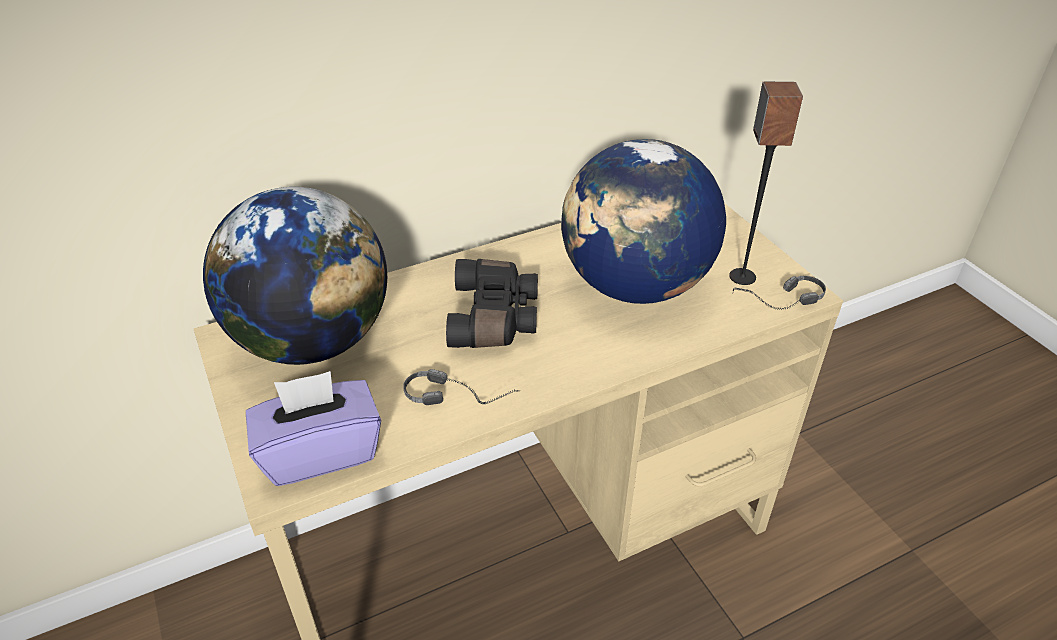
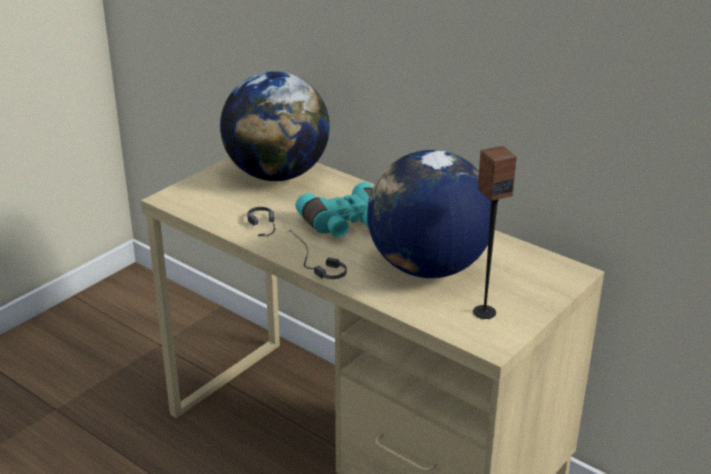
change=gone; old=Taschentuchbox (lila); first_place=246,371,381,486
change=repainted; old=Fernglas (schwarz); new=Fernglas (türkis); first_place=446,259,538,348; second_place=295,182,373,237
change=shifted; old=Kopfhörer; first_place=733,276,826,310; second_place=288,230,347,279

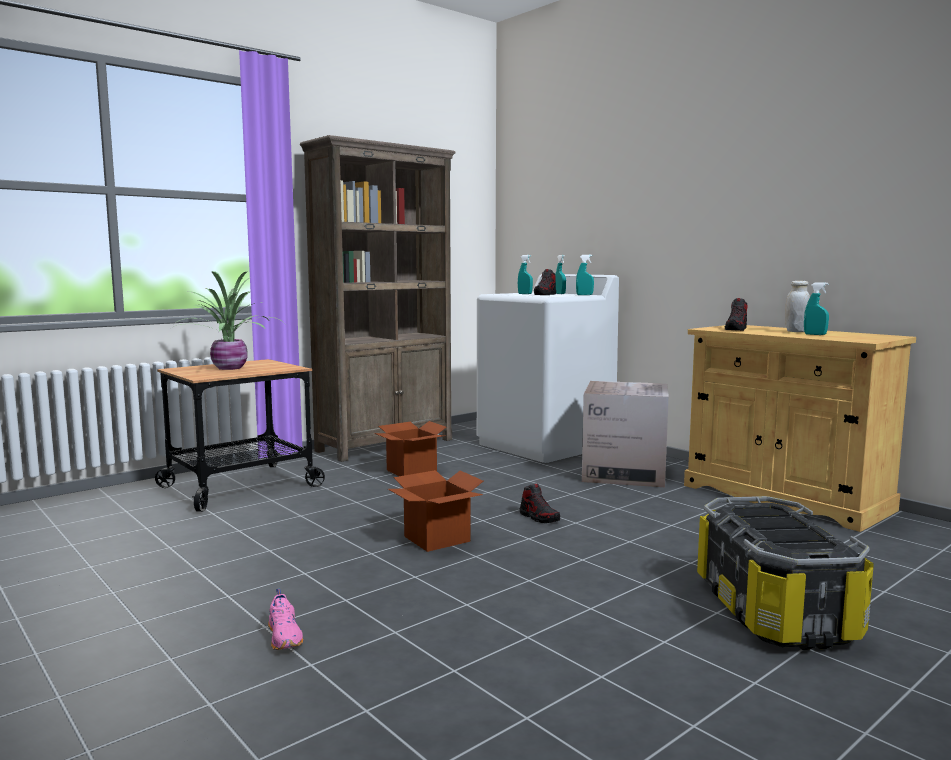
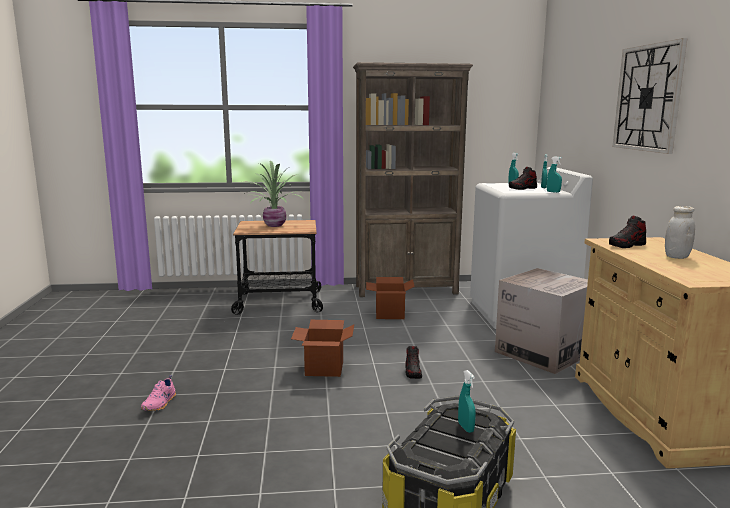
change=shifted; old=Sprühflasche (türkis); first_place=804,282,829,335; second_place=458,370,476,433
change=new; new=Wanduhr; second_place=613,38,687,154

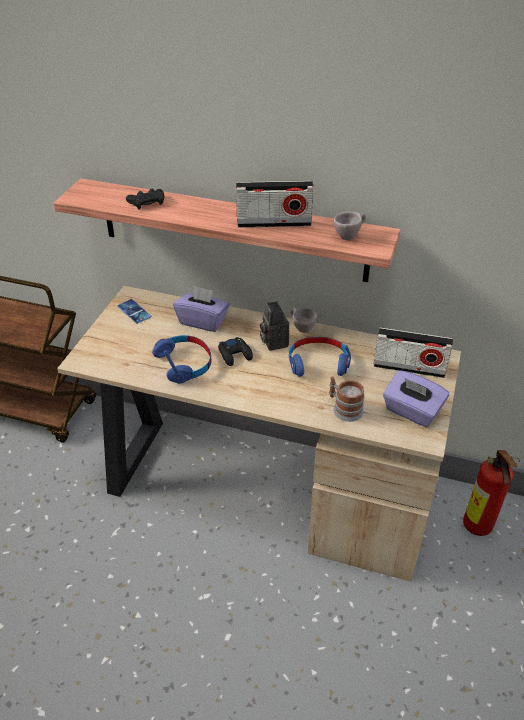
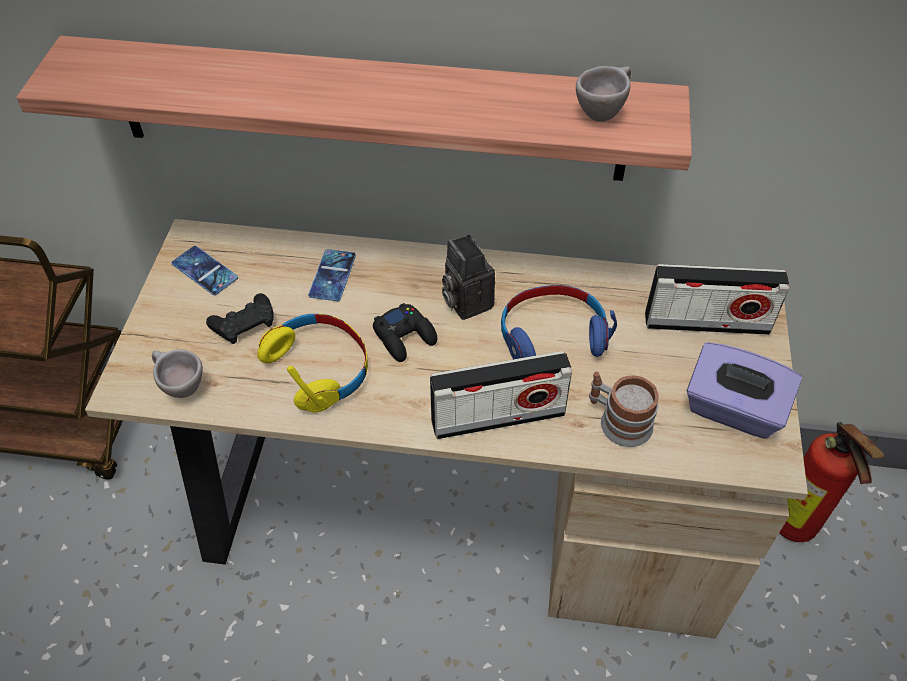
change=shifted; old=Gamepad (schwarz); first_place=126,189,164,209; second_place=206,293,274,344
change=repainted; old=Kopfhörer (blau); new=Kopfhörer (gelb); first_place=152,335,211,384; second_place=257,314,368,412
change=swapped; old=Taschentuchbox (lila); new=Handy; first_place=173,286,229,332; second_place=308,249,356,301
change=shifted; old=Radio; first_place=236,181,314,228; second_place=430,351,572,439
change=shifted; old=Tasse (beige); first_place=290,307,317,333; second_place=152,349,203,398

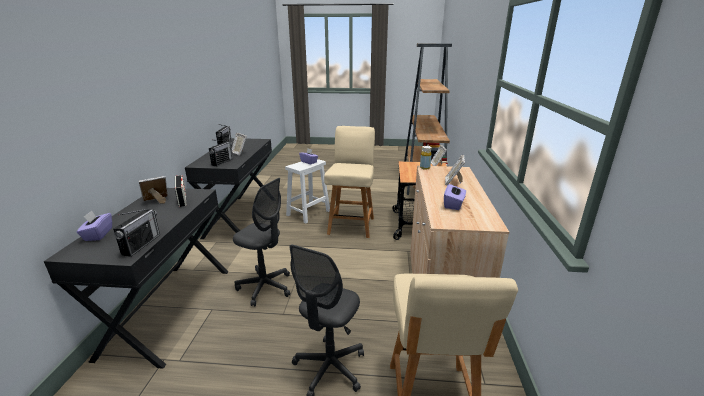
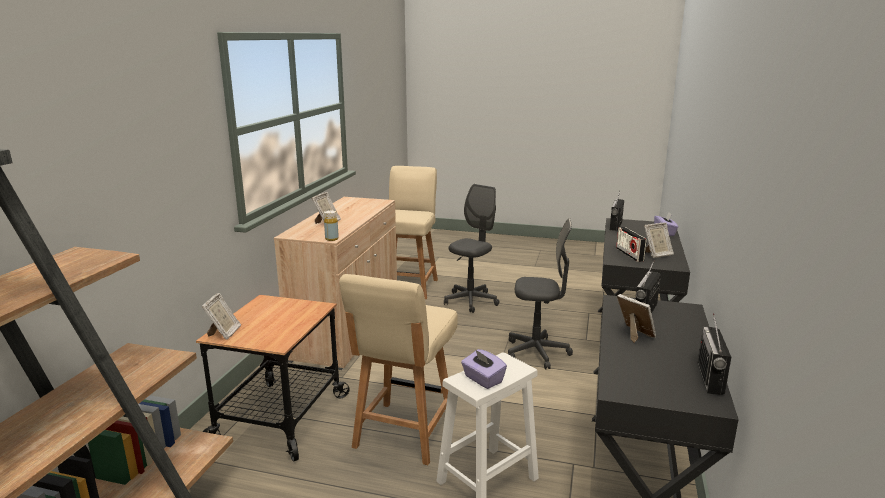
change=rotated; old=Bürostuhl (grau); first_place=233,178,291,306; second_place=508,218,573,369; degrees=150
change=gone; old=Taschentuchbox (lila); first_place=444,184,466,210

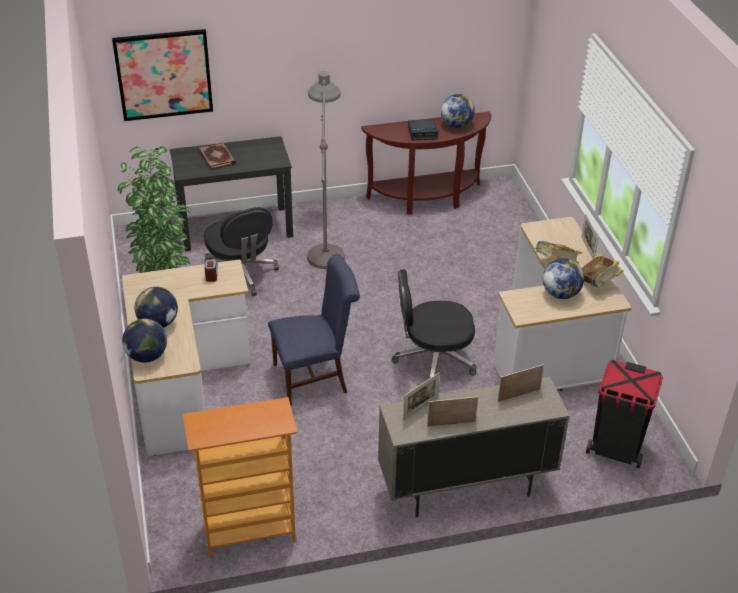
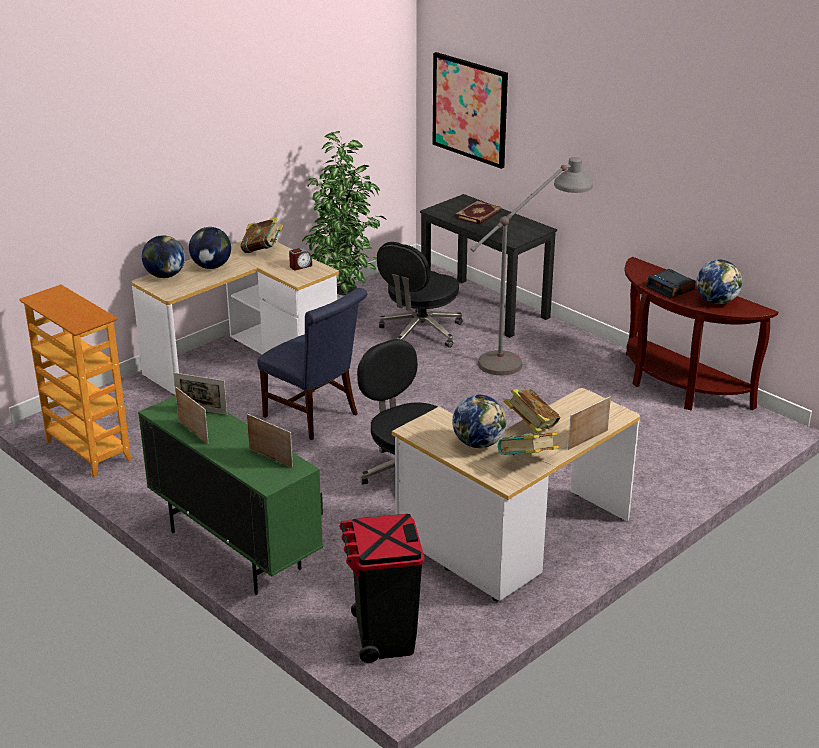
change=repainted; old=Schrank (beige); new=Schrank (grün); first_place=378,377,570,517; second_place=138,396,323,595
change=new; new=Buch; second_place=240,217,283,253

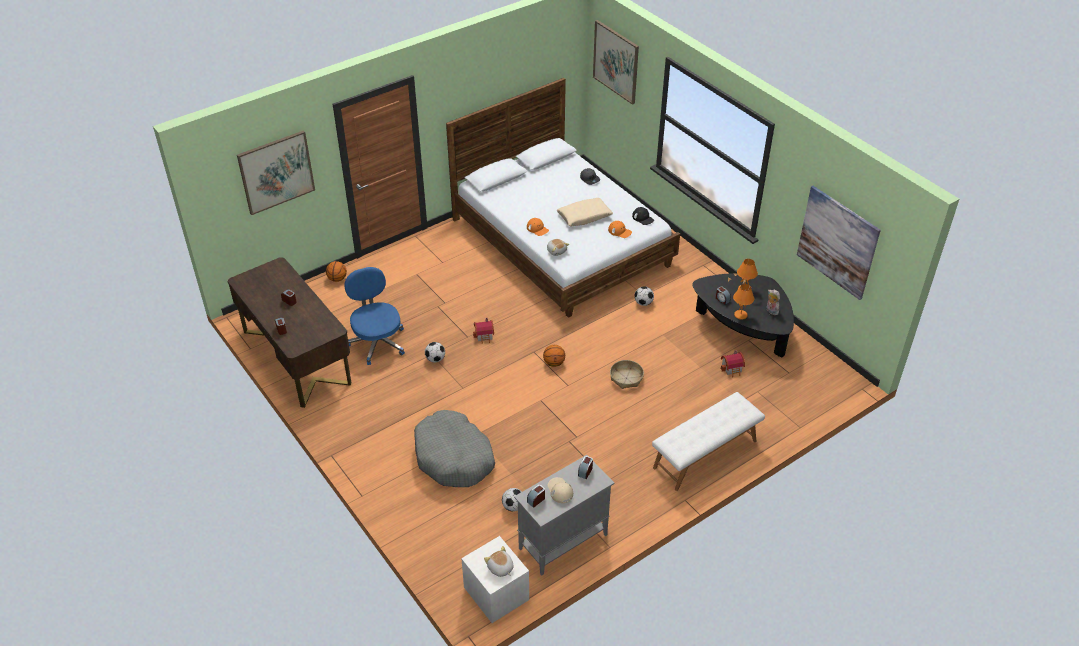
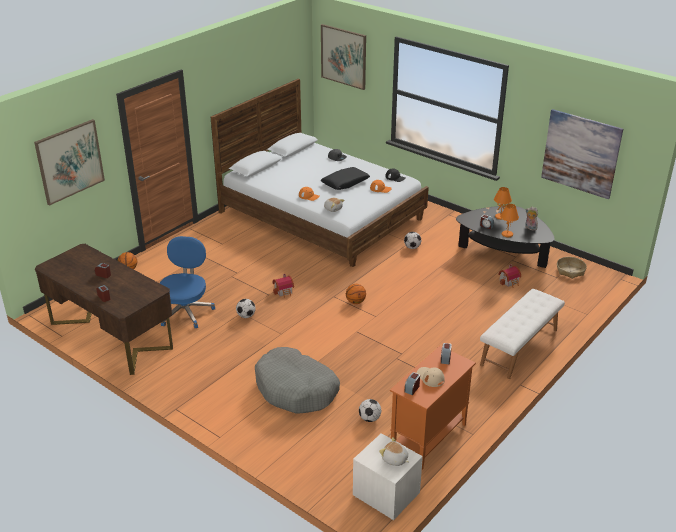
change=rotated; old=Bürostuhl (blau); first_place=344,267,405,365; second_place=160,236,215,328; degrees=45
change=repainted; old=Schrank (grau); new=Schrank (orange); first_place=514,455,614,576; second_place=390,346,476,470
change=repainted; old=Kissen (beige); new=Kissen (schwarz); first_place=557,198,613,226; second_place=321,167,370,190
change=shifted; old=Korb; first_place=610,360,644,389; second_place=557,257,587,279

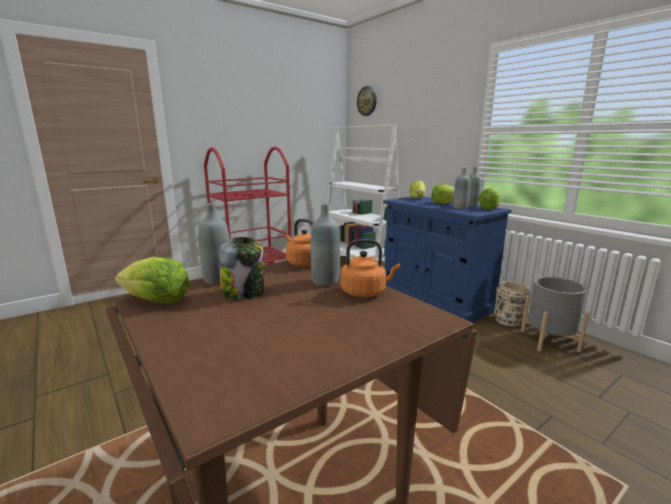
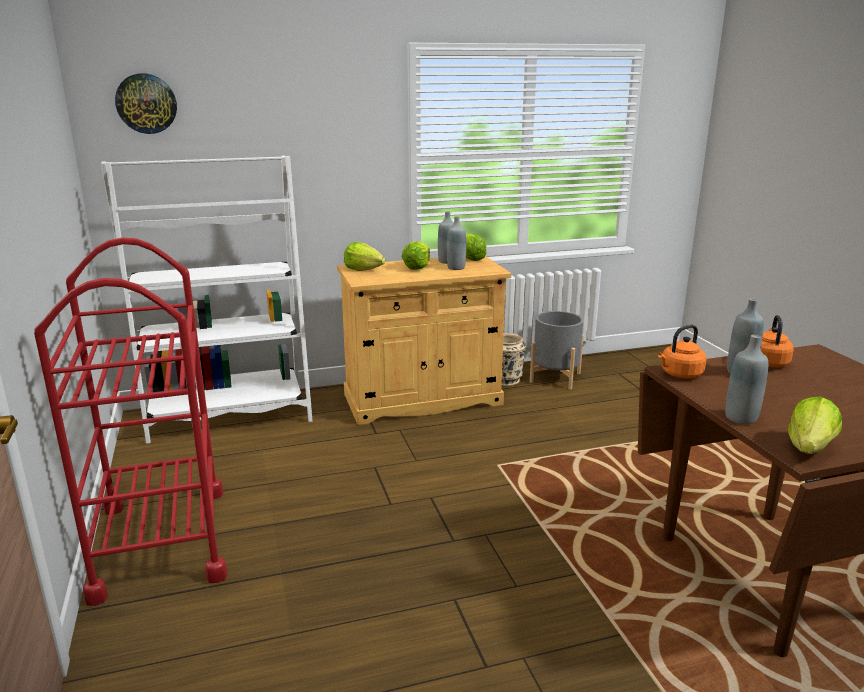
change=gone; old=Vorratsglas; first_place=219,237,264,299
change=repainted; old=Schrank (blau); new=Schrank (beige); first_place=383,196,512,323; second_place=337,256,511,425

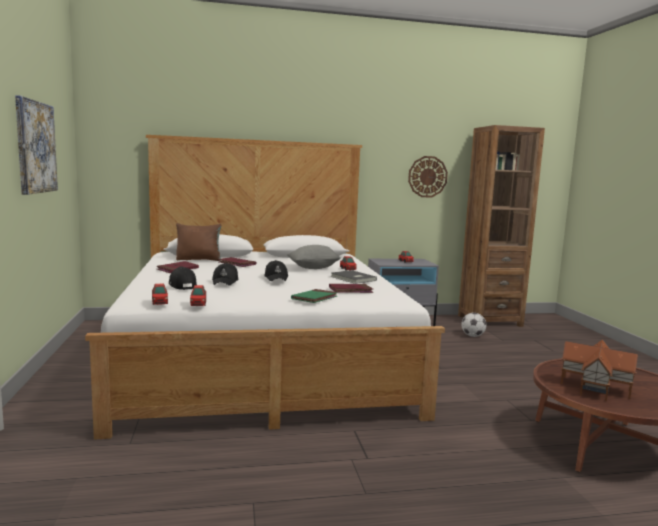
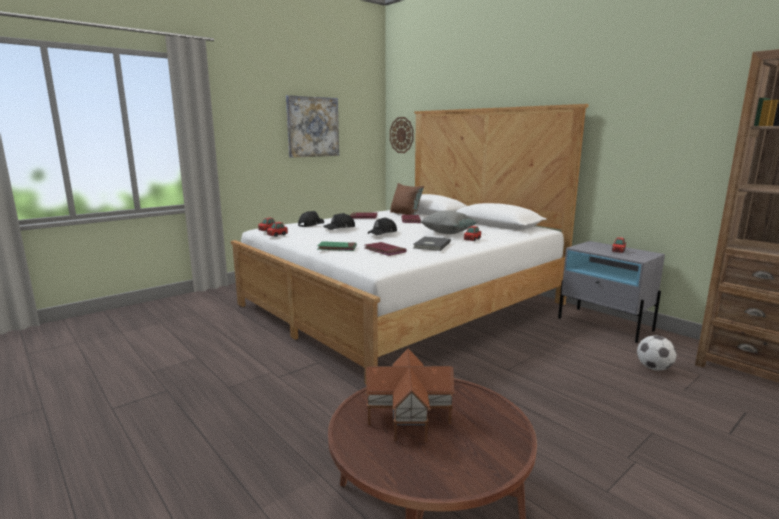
change=shifted; old=Wanduhr; first_place=408,156,448,198; second_place=390,117,414,153

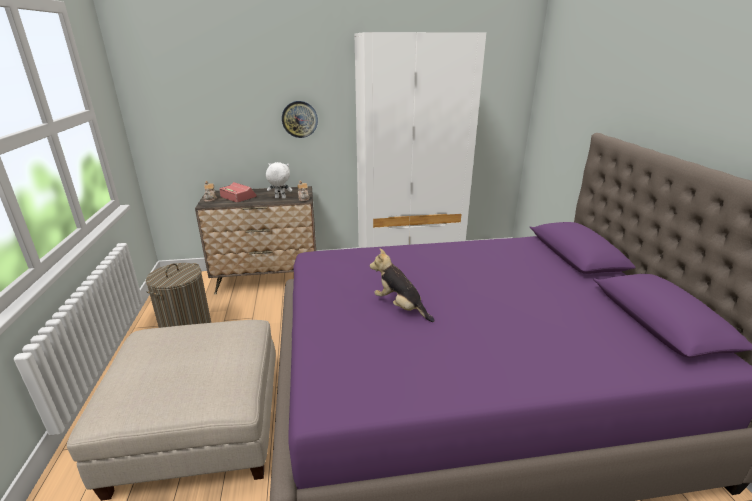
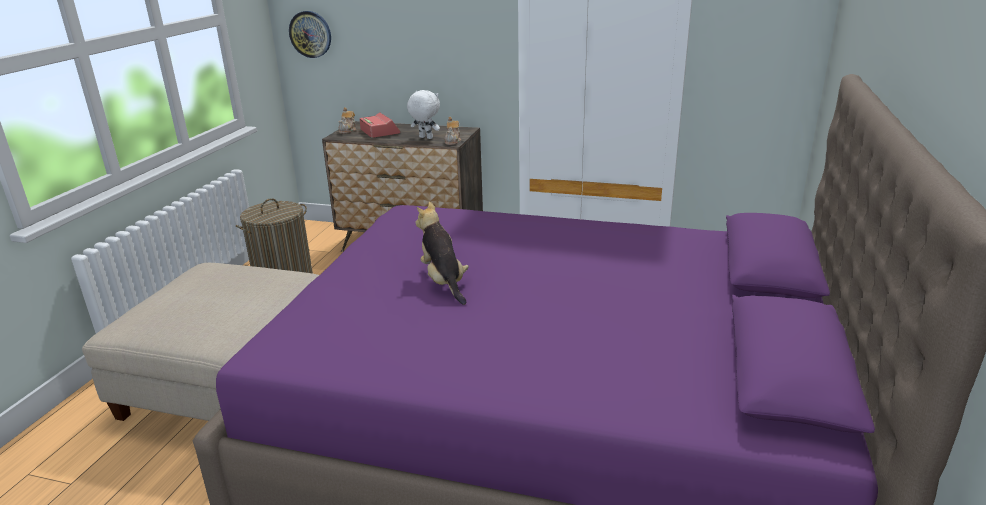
change=shifted; old=Wanduhr; first_place=282,101,318,138; second_place=289,11,331,58

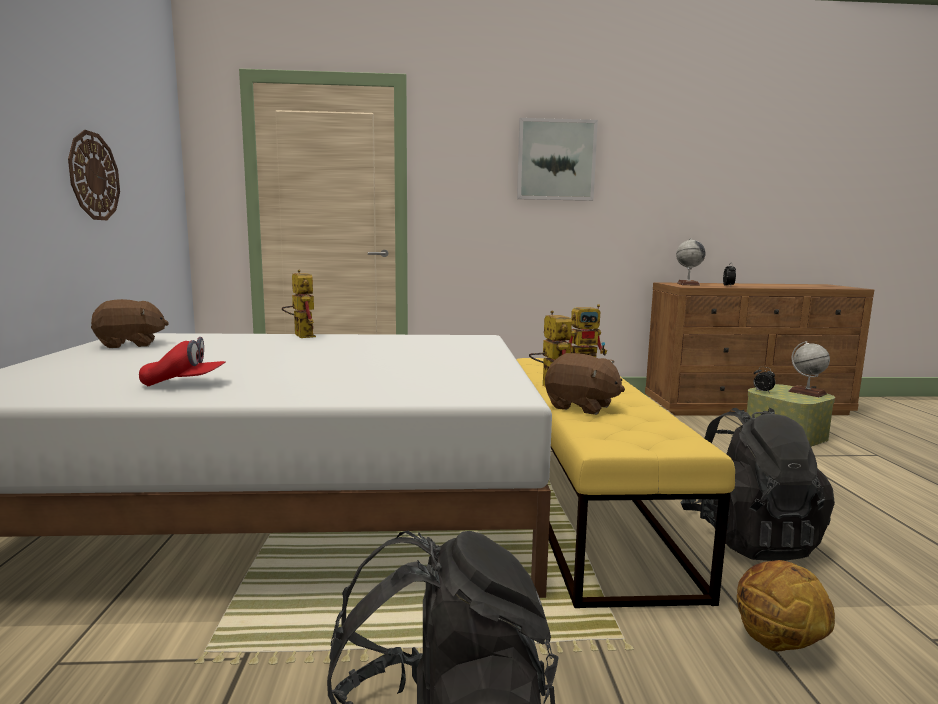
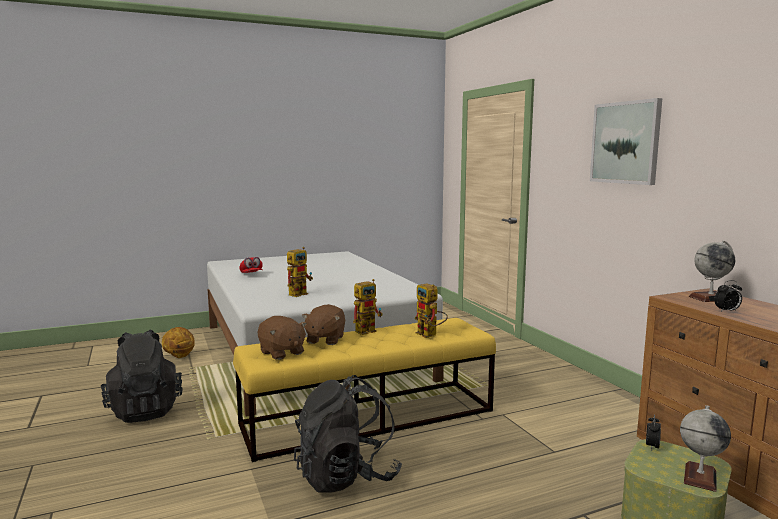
change=gone; old=Wanduhr; first_place=68,130,120,220
change=shifted; old=Plüschtier (braun); first_place=91,299,169,348; second_place=258,316,307,360
change=shifted; old=Spielzeugroboter; first_place=282,270,316,338; second_place=287,247,313,297
change=shifted; old=Basketball; first_place=737,560,835,651; second_place=162,327,195,358

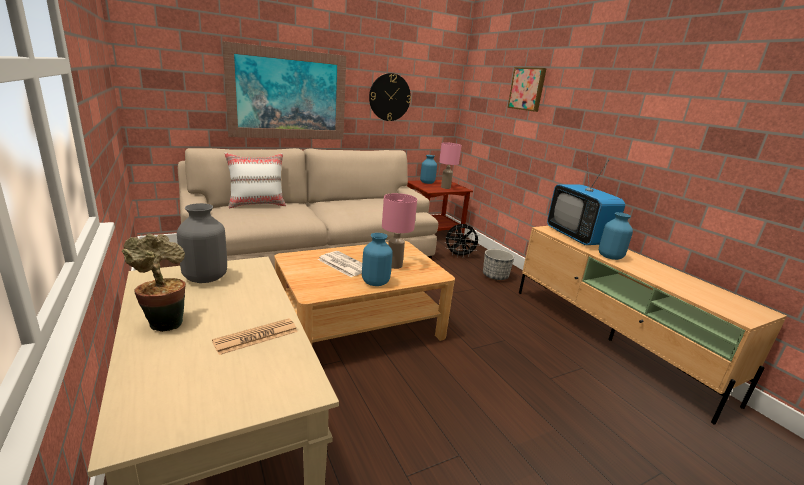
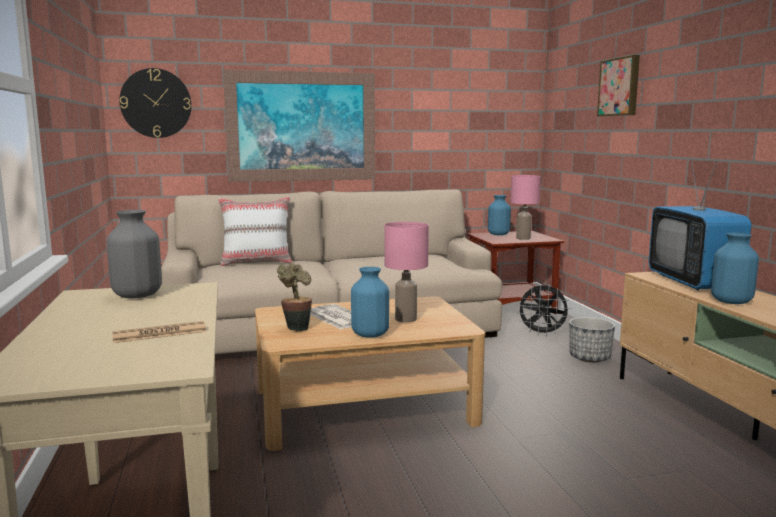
change=shifted; old=Topfpflanze; first_place=122,234,186,332; second_place=277,263,312,331
change=shifted; old=Wanduhr; first_place=369,73,411,121; second_place=119,68,192,138

